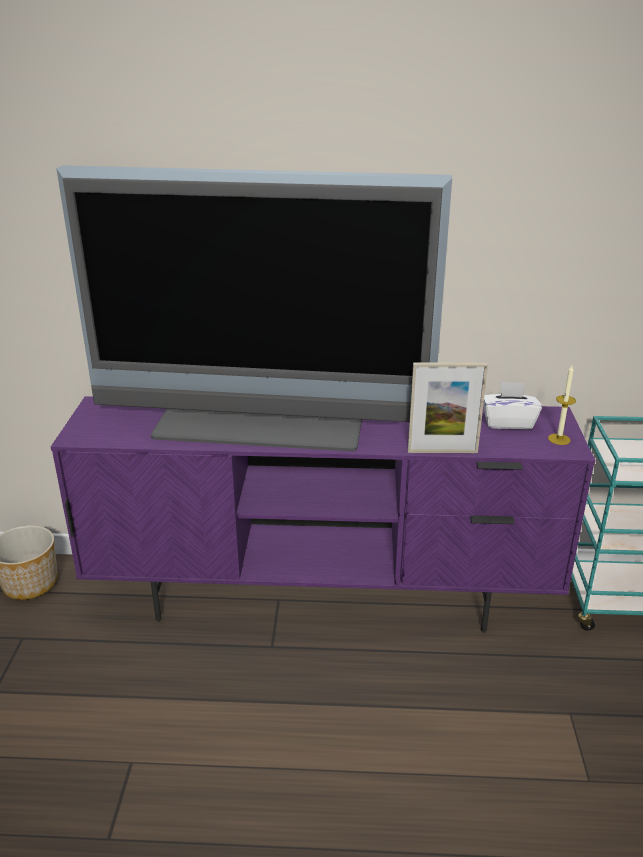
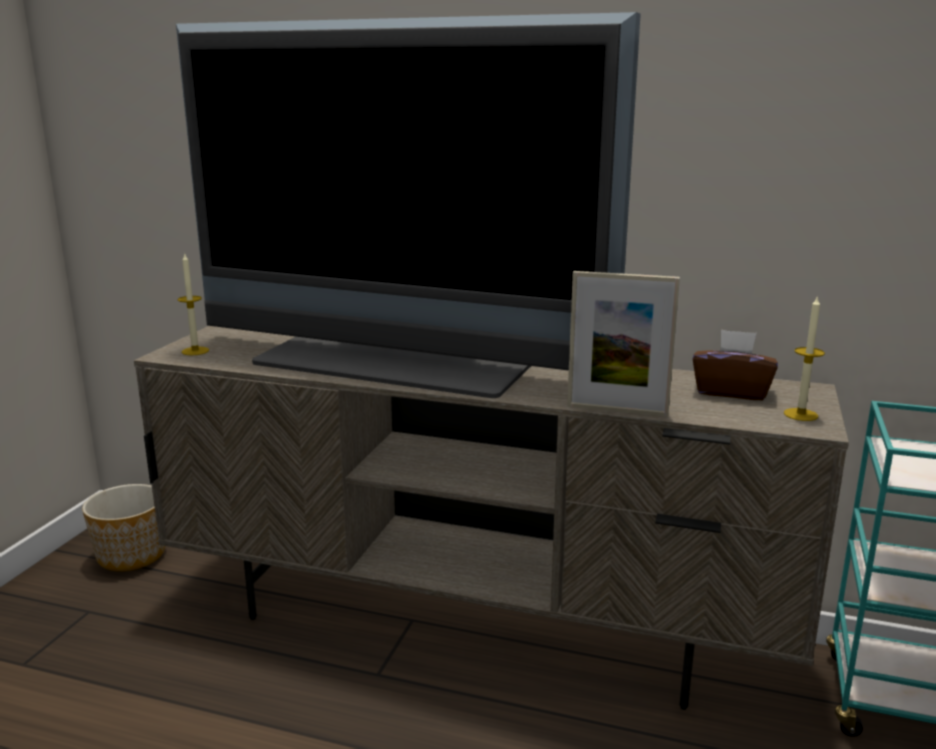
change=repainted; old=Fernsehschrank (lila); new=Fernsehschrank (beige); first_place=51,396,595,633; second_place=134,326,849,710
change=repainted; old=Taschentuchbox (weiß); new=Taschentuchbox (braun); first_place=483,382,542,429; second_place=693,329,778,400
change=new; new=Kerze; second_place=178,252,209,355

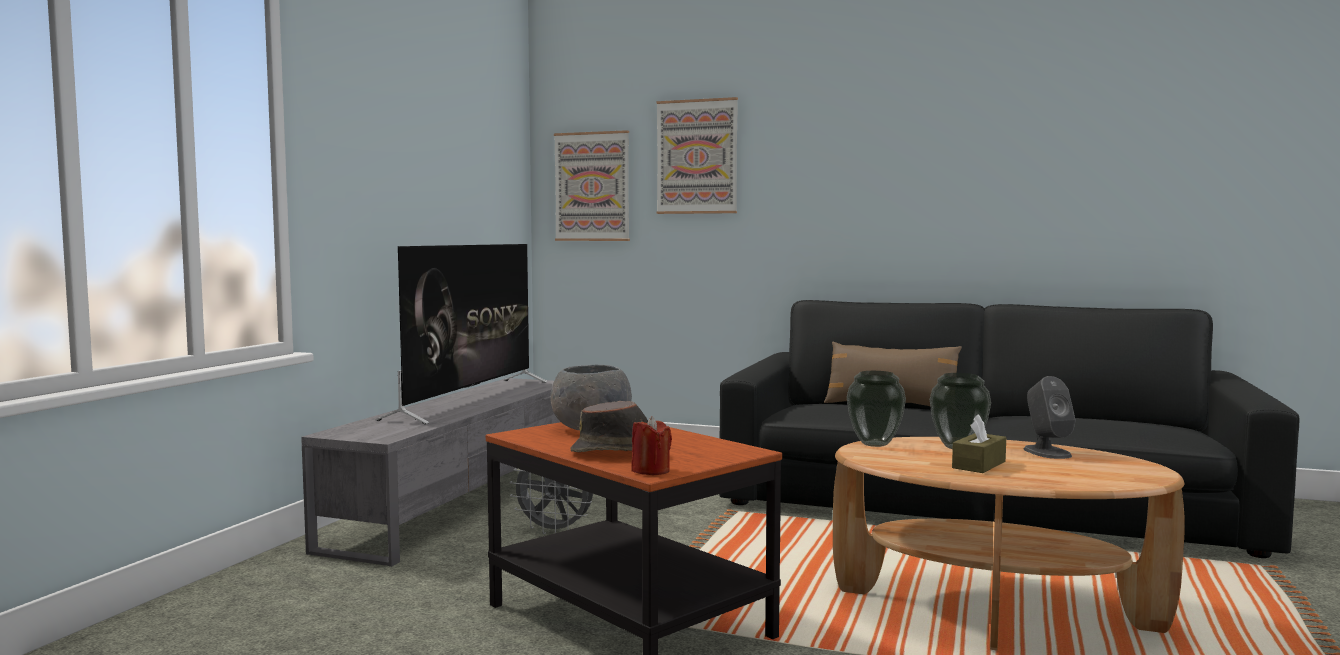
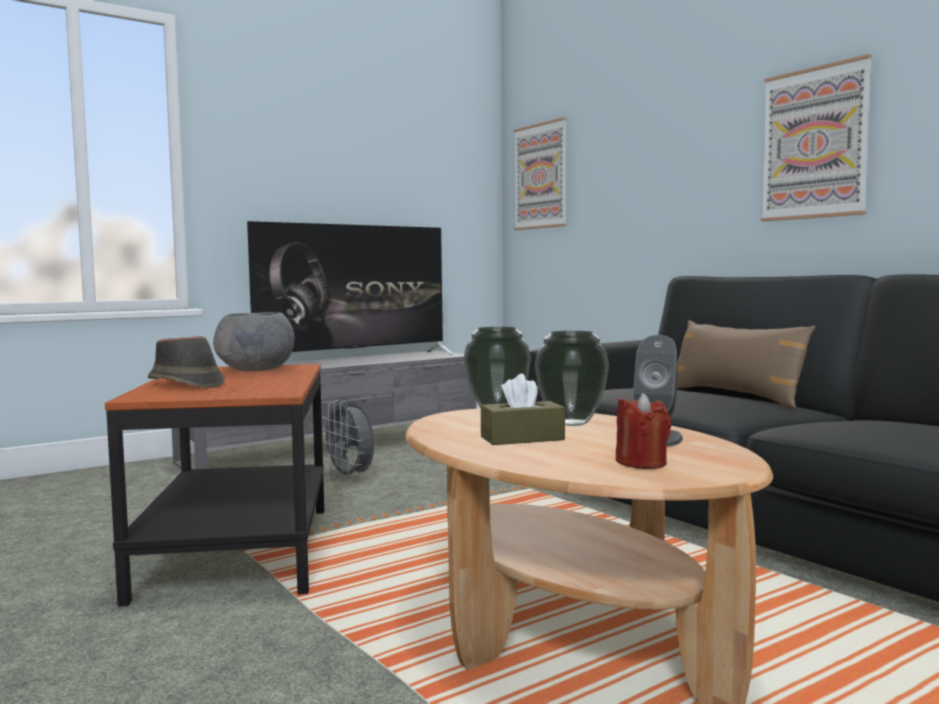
change=shifted; old=Kerze (rot); first_place=631,416,672,475; second_place=616,393,671,469
change=shifted; old=Bild; first_place=656,97,738,214; second_place=761,54,872,221

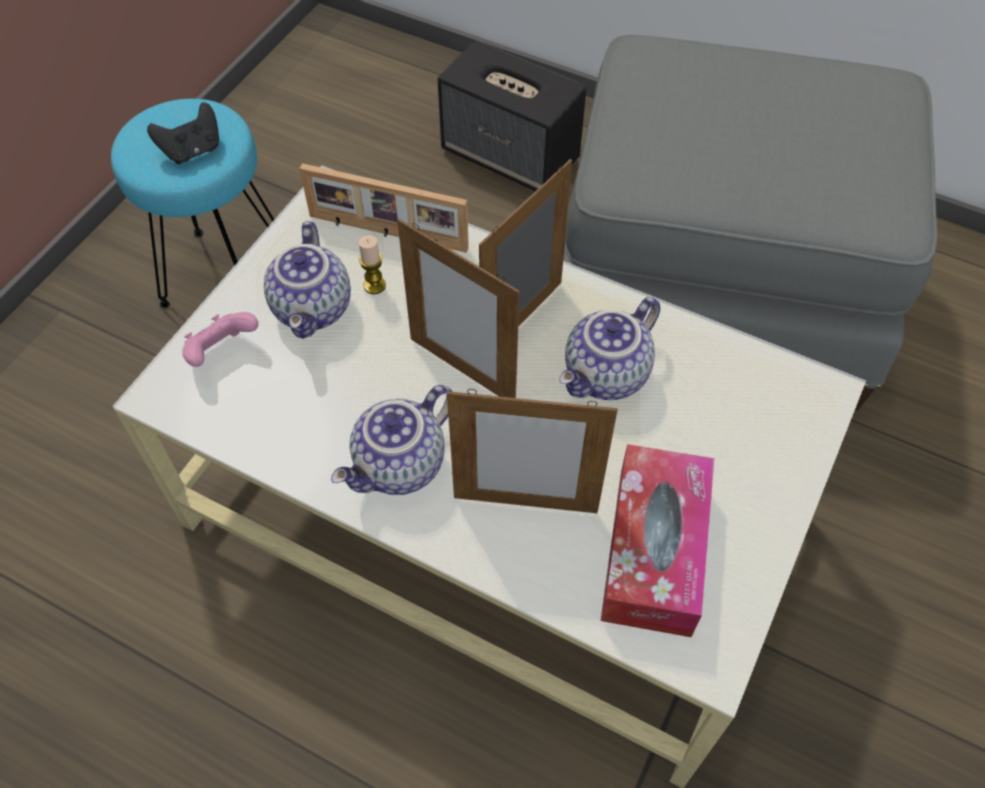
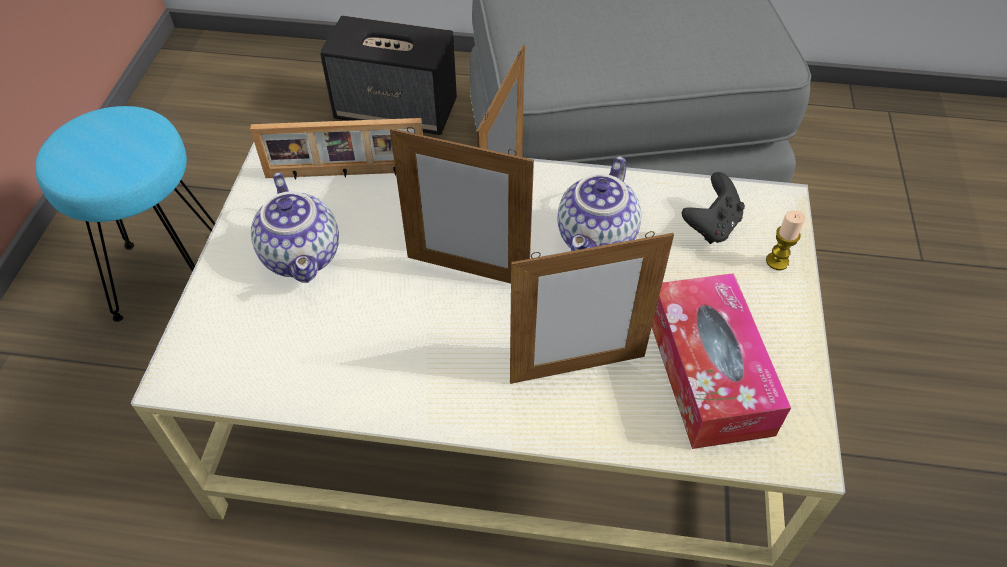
change=shifted; old=Gamepad (schwarz); first_place=147,102,219,164; second_place=682,172,745,244
change=gone; old=Gamepad (rosa); first_place=182,312,258,367
change=gone; old=Teekanne; first_place=331,385,453,495
change=shifted; old=Kerze; first_place=359,235,386,294; second_place=766,210,806,270

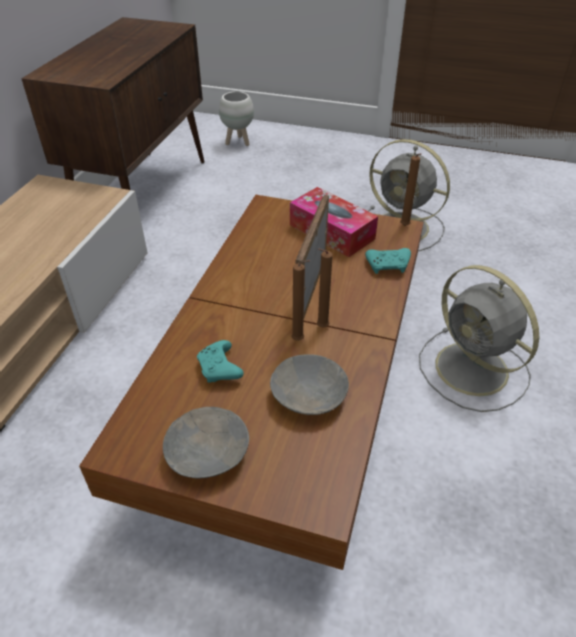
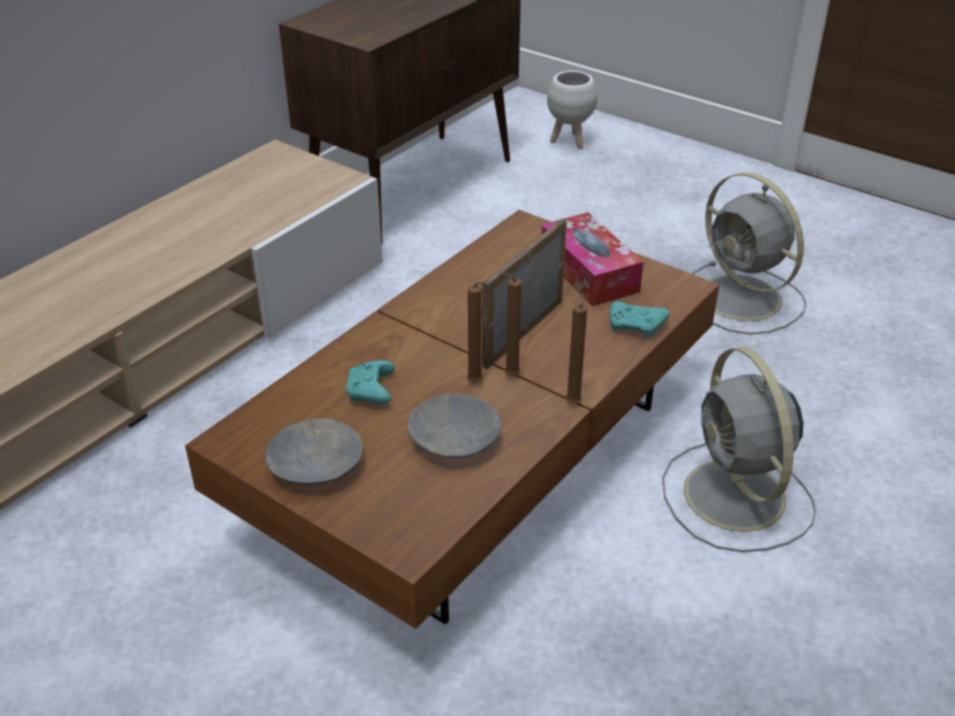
change=shifted; old=Kerze (braun); first_place=400,153,421,226; second_place=566,303,587,404

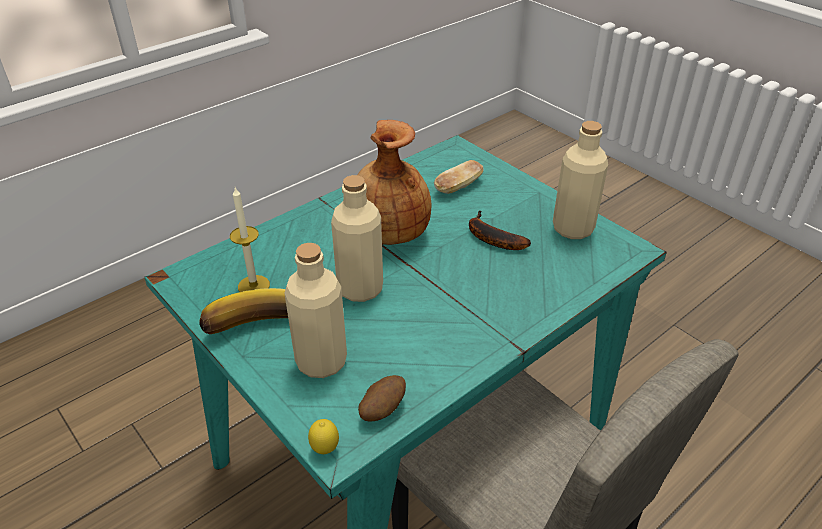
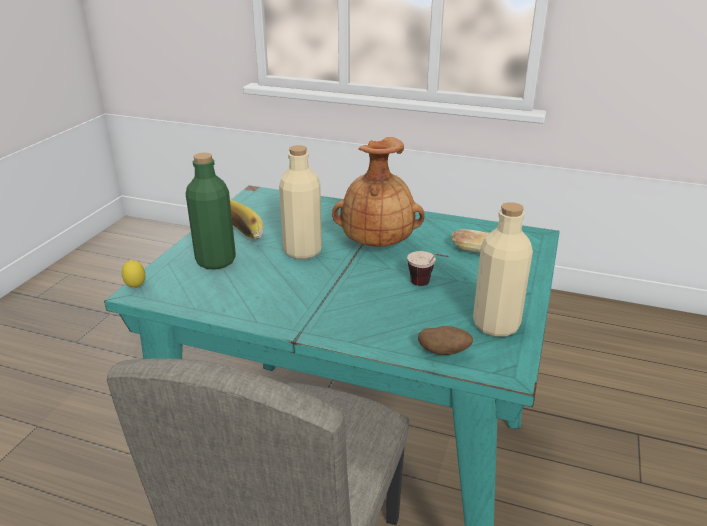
change=gone; old=Kerze; first_place=230,188,270,292
change=repainted; old=Flasche (beige); new=Flasche (grün); first_place=284,243,347,378; second_place=186,153,236,270
change=shifted; old=Kartoffel; first_place=358,375,406,422; second_place=418,326,473,355
change=swapped; old=Banane; new=Tasse; first_place=469,210,531,250; second_place=407,251,449,286

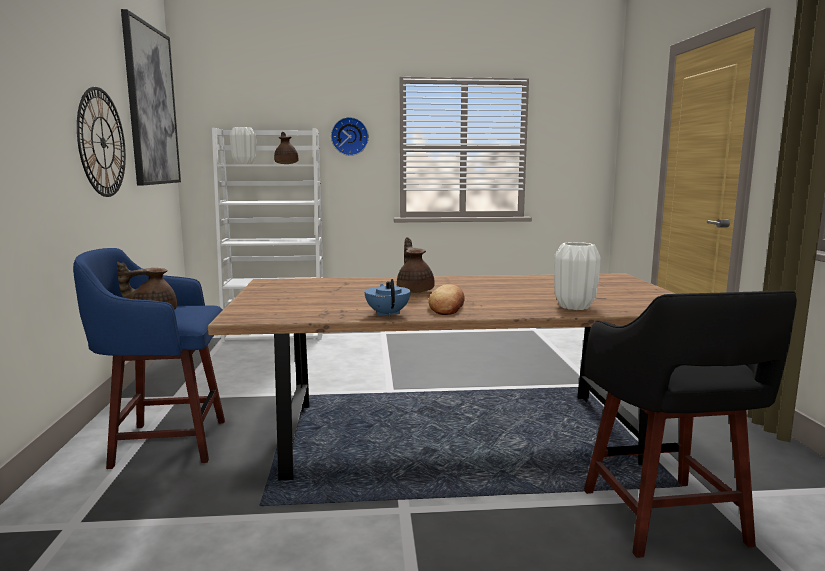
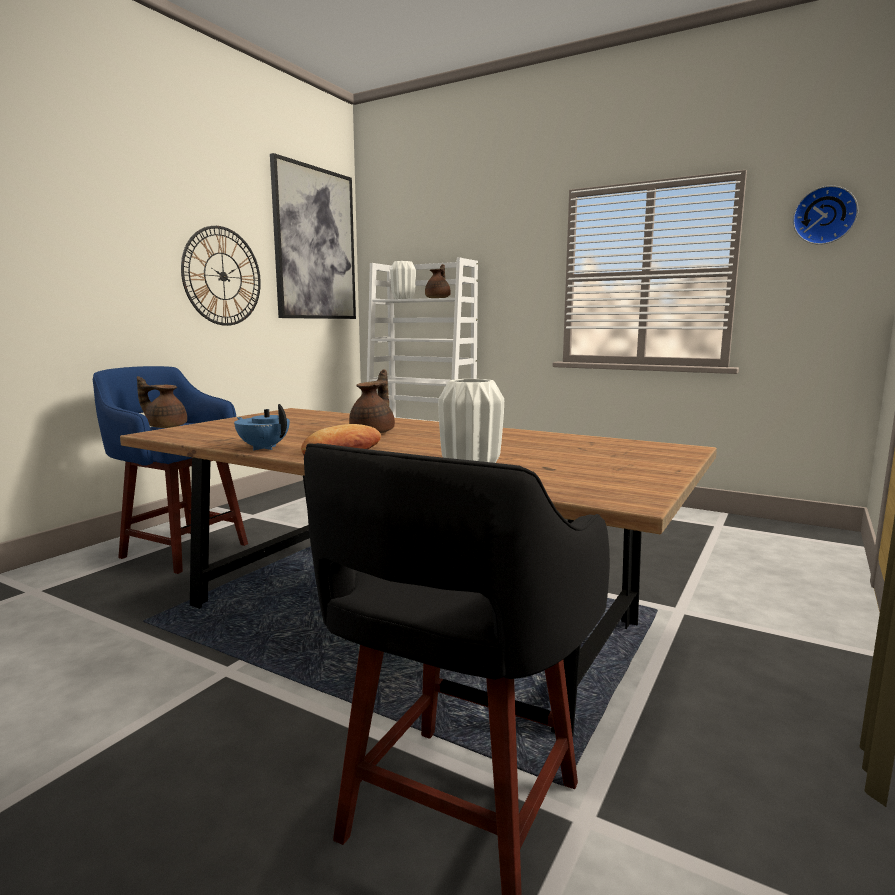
change=shifted; old=Wanduhr; first_place=331,117,369,156; second_place=793,186,858,245
change=rotated; old=Teekanne (blau); first_place=364,279,411,317; second_place=234,404,290,450; degrees=-75

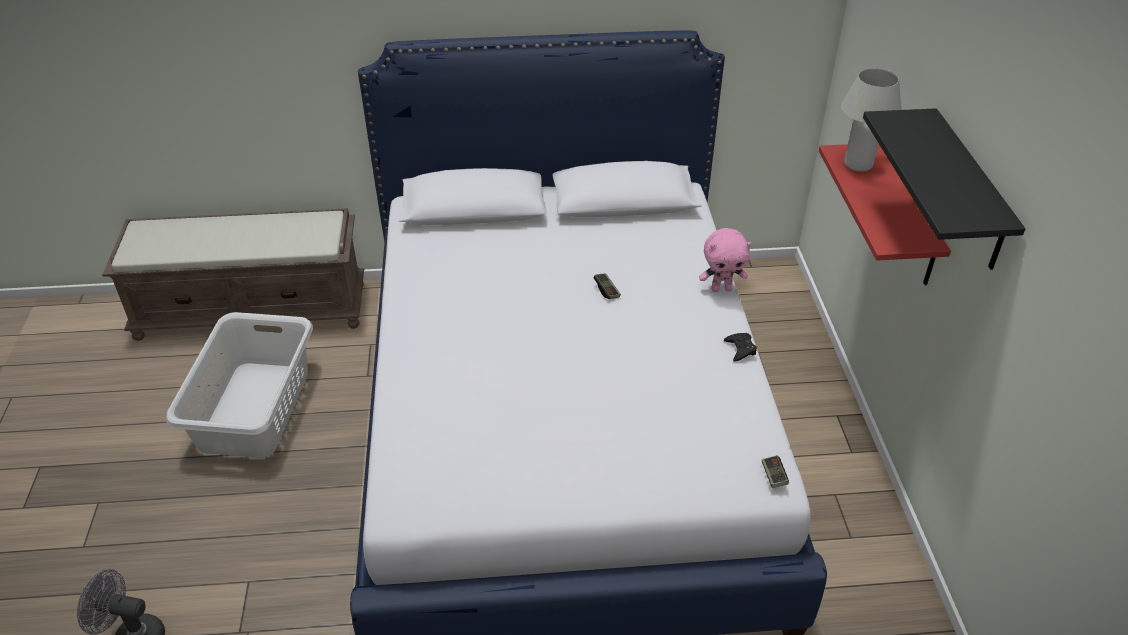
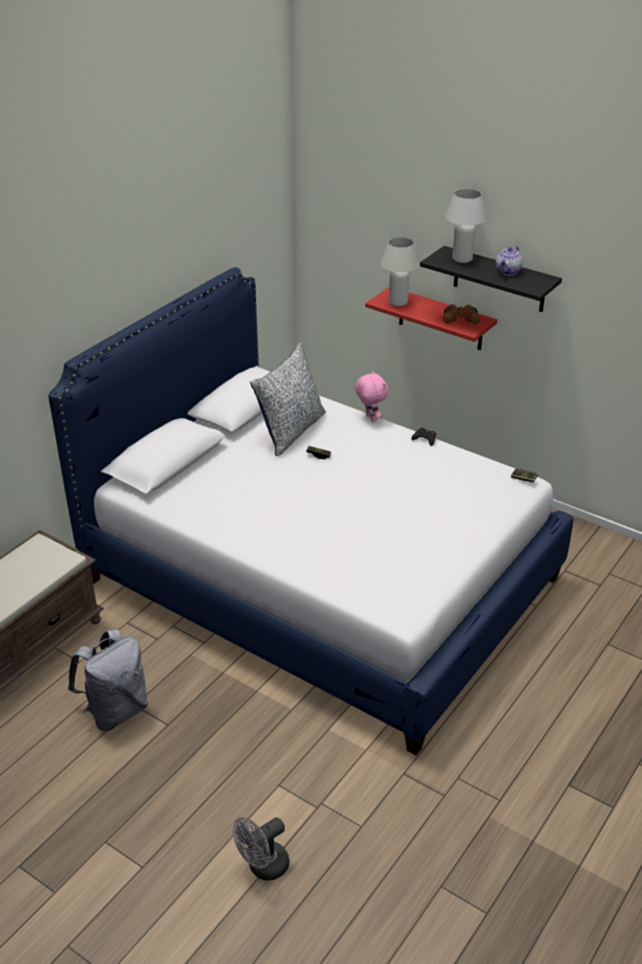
change=swapped; old=Wäschekorb (grau); new=Rucksack (grau); first_place=166,312,313,458; second_place=68,629,148,731
change=rotated; old=Plüschtier (rosa); first_place=699,228,751,292; second_place=355,370,388,422; degrees=-60
change=new; new=Kissen; second_place=250,342,326,456
change=new; new=Fernglas (braun); second_place=443,304,480,325
change=new; new=Tischlampe (weiß); second_place=445,188,487,263
change=new; new=Teekanne; second_place=496,246,523,275

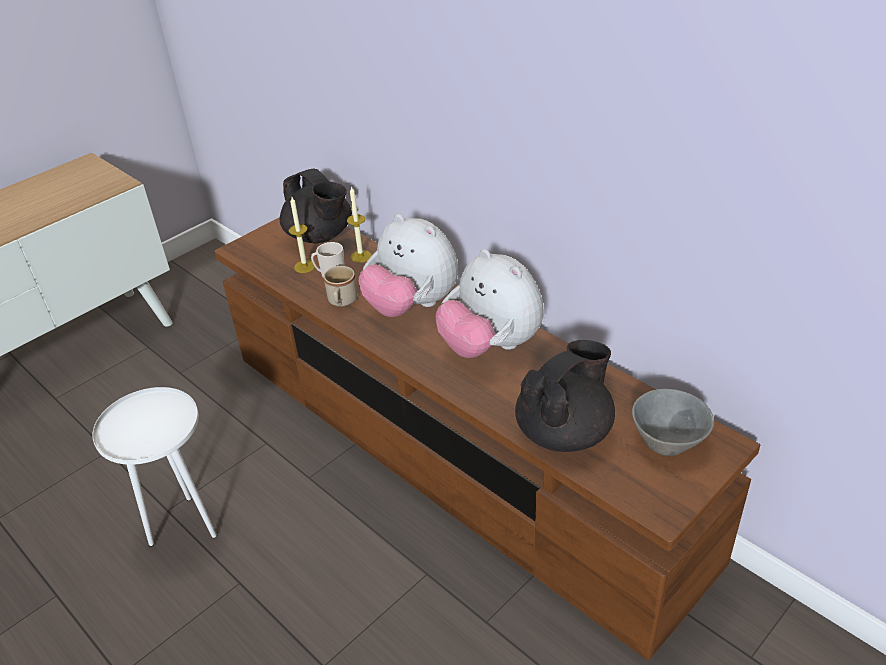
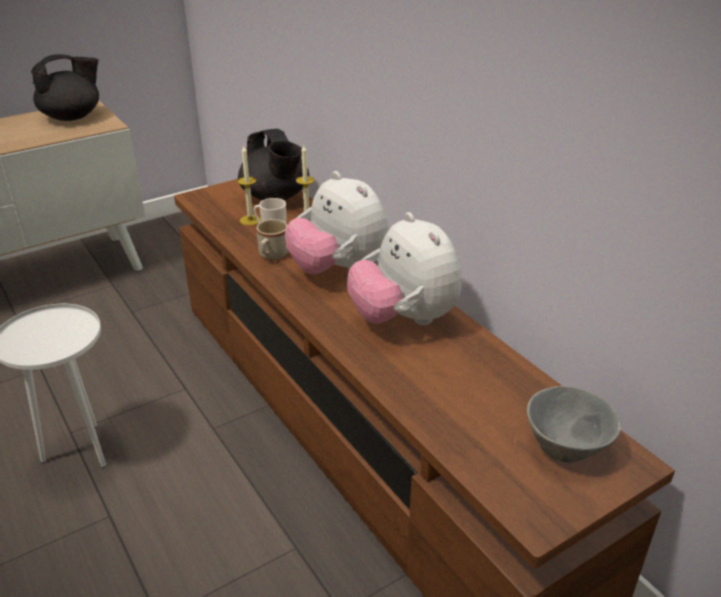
change=shifted; old=Teekanne (schwarz); first_place=515,340,615,452; second_place=31,54,99,121

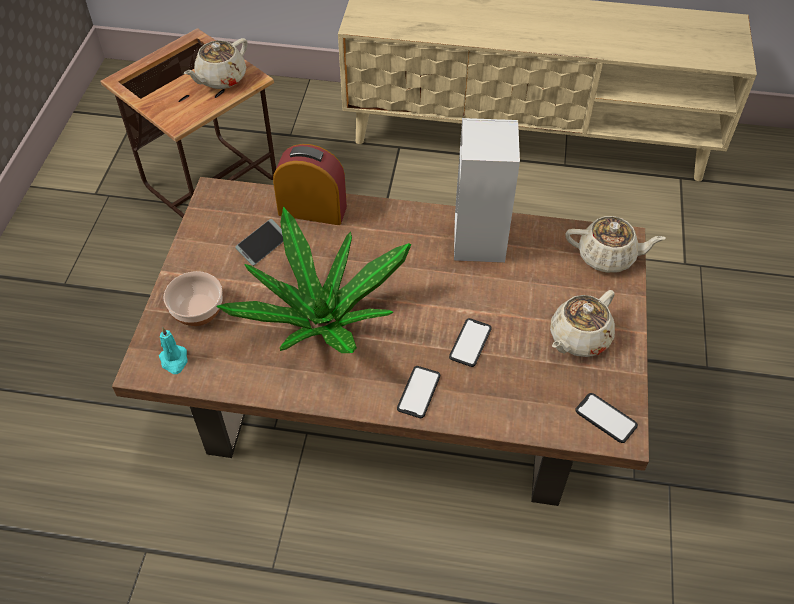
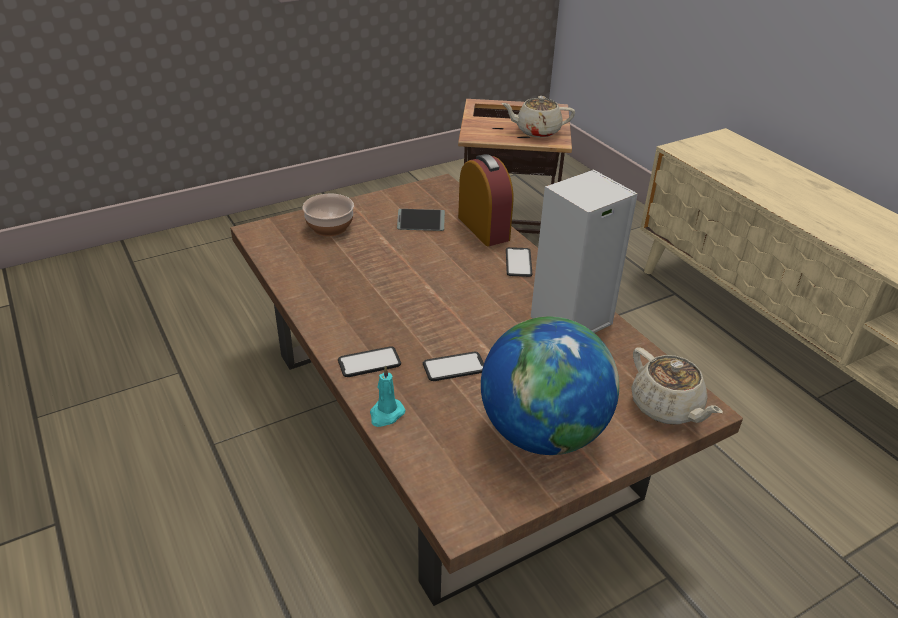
change=shifted; old=Kerze (türkis); first_place=159,327,188,374; second_place=370,366,405,427
change=gone; old=Topfpflanze; first_place=216,207,411,353
change=swapped; old=Teekanne (beige); new=Globus; first_place=550,290,615,357; second_place=481,317,619,455
change=shifted; old=Handy; first_place=575,393,638,443; second_place=506,247,532,277

